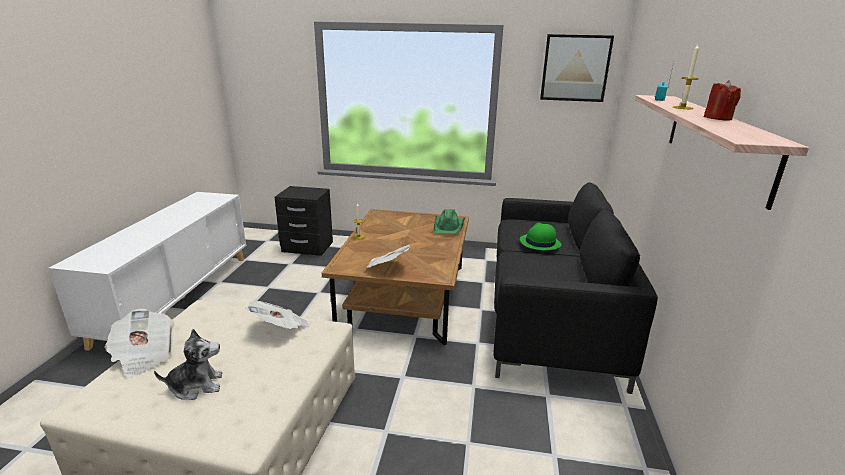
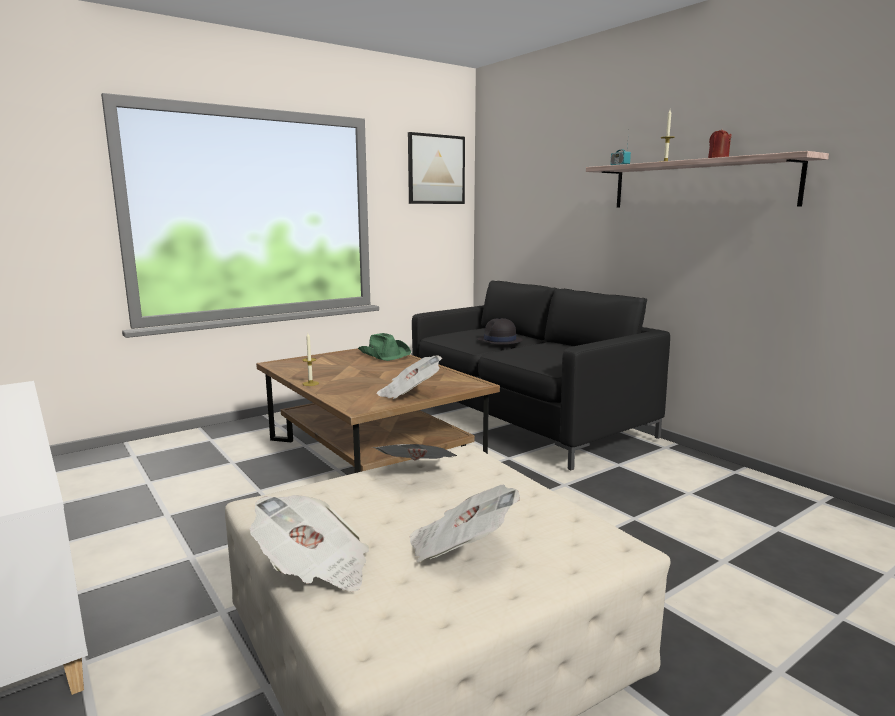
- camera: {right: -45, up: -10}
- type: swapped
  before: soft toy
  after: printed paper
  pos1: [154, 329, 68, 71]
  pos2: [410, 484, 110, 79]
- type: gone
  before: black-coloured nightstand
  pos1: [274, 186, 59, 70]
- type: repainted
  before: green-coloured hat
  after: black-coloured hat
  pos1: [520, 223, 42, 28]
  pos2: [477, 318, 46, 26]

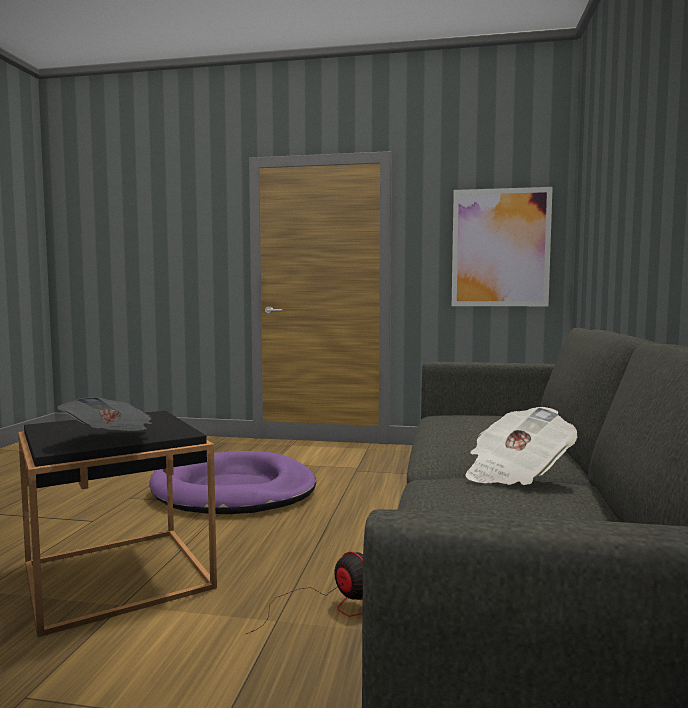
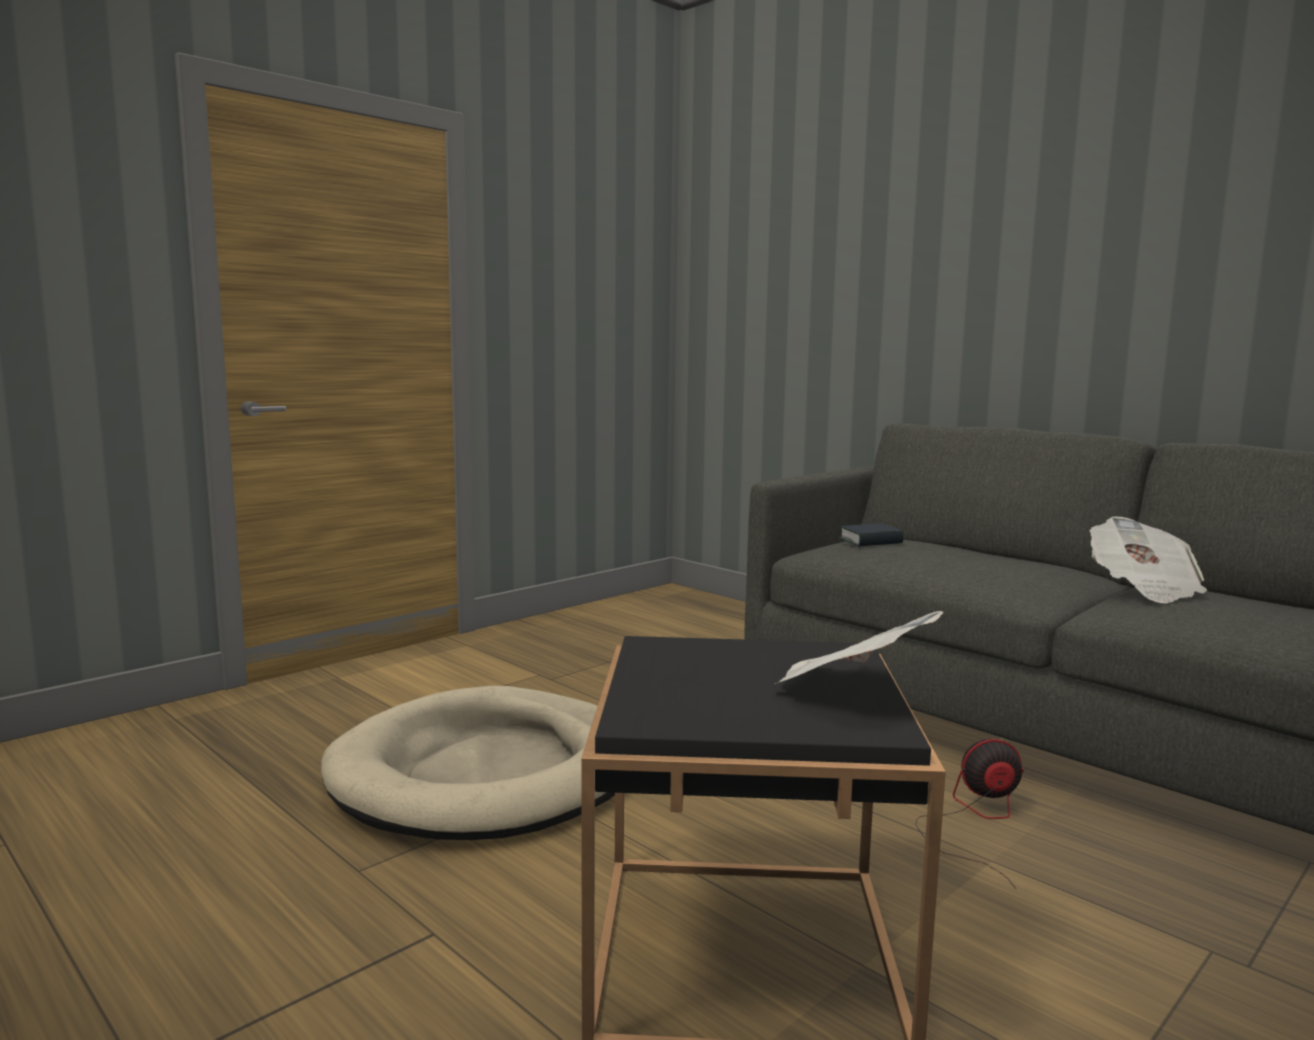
- camera: {right: -55, up: 5}
- type: repainted
  before: purplish pet bed
  after: sand-coloured pet bed
  pos1: [149, 451, 167, 63]
  pos2: [321, 686, 294, 154]
- type: gone
  before: picture
  pos1: [452, 187, 101, 119]
- type: new
  after: volume
  pos2: [839, 523, 65, 23]

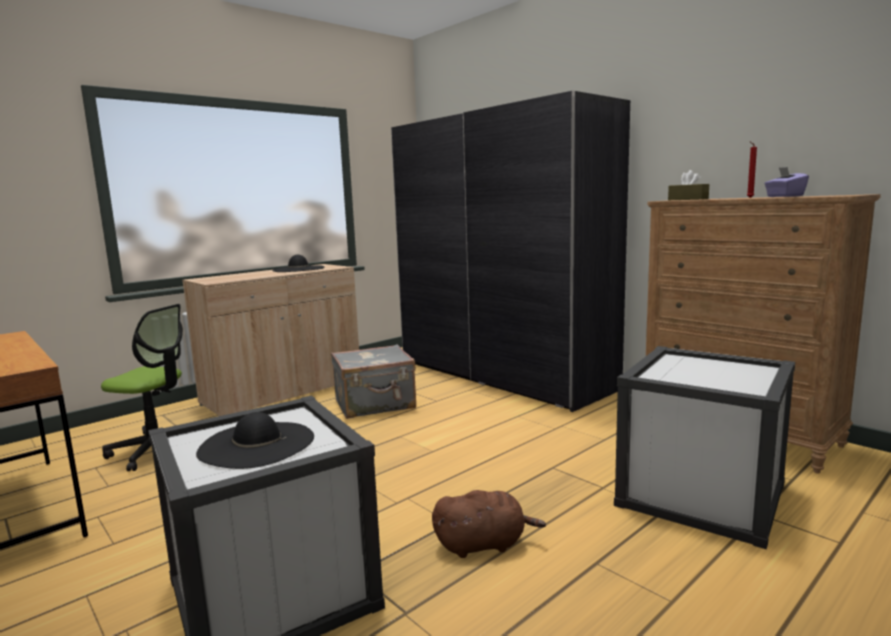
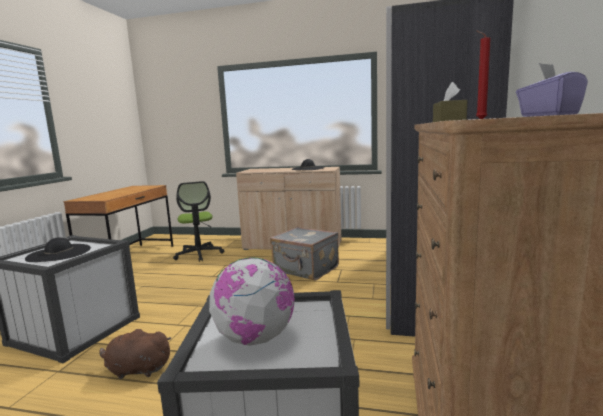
- camera: {right: 55, up: 0}
- type: rotated
  before: brown-coloured soft toy
  pos1: [432, 490, 114, 68]
  pos2: [99, 329, 72, 50]
  turn: 135
- type: new
  after: world globe
  pos2: [209, 257, 85, 89]

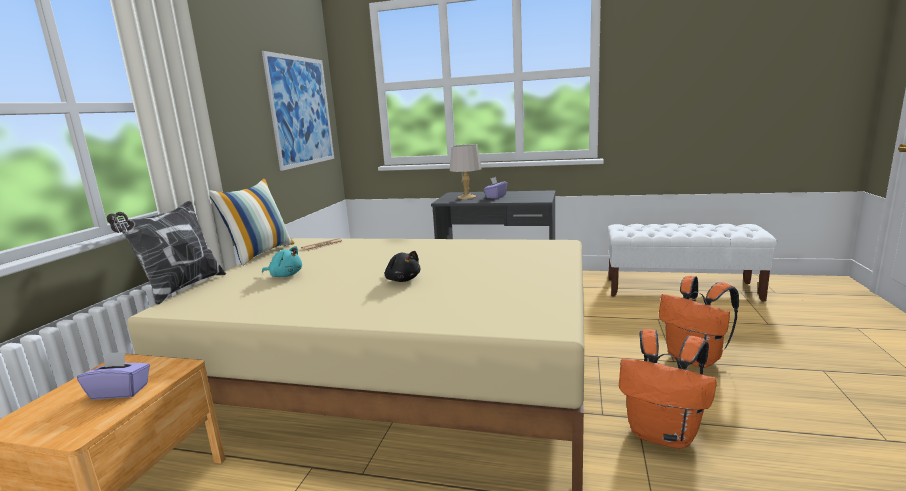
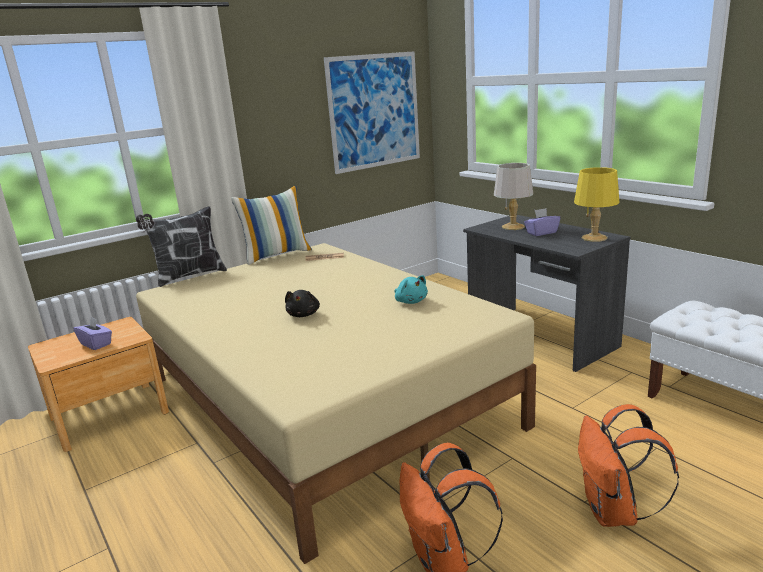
- camera: {right: 40, up: 5}
- type: shifted
  before: turquoise soft toy
  pos1: [262, 246, 40, 31]
  pos2: [395, 275, 33, 29]
- type: new
  after: yellowish lamp for a table
  pos2: [574, 167, 46, 75]

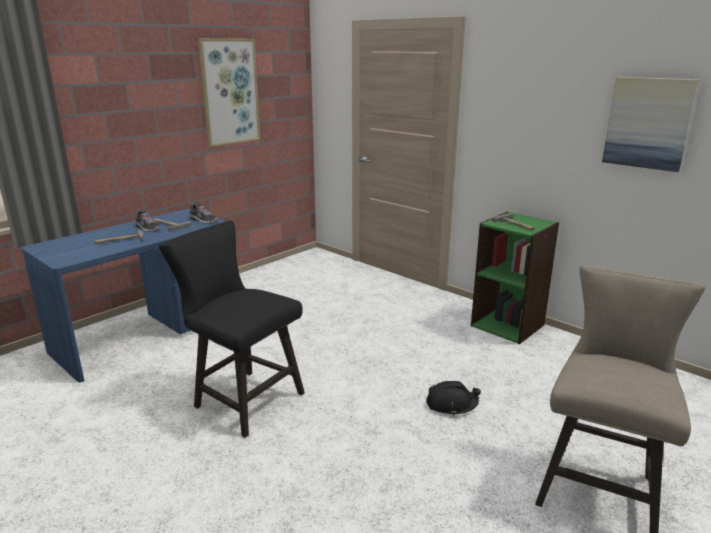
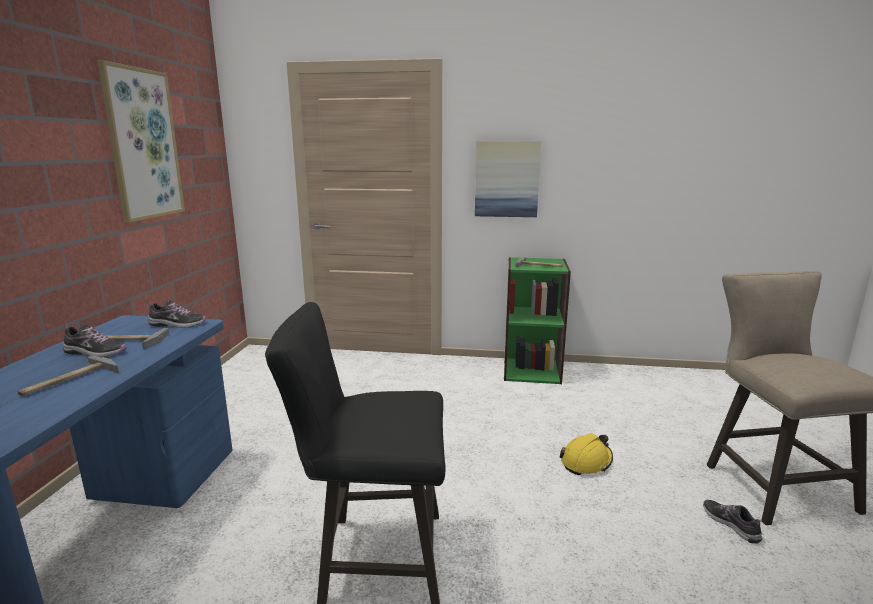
- camera: {right: -35, up: -5}
- type: repainted
  before: black-coloured hard hat
  after: yellowish hard hat
  pos1: [426, 381, 55, 35]
  pos2: [560, 433, 53, 42]
- type: shifted
  before: picture
  pos1: [602, 77, 98, 95]
  pos2: [475, 141, 66, 76]
- type: new
  after: low shoe
  pos2: [703, 500, 60, 43]

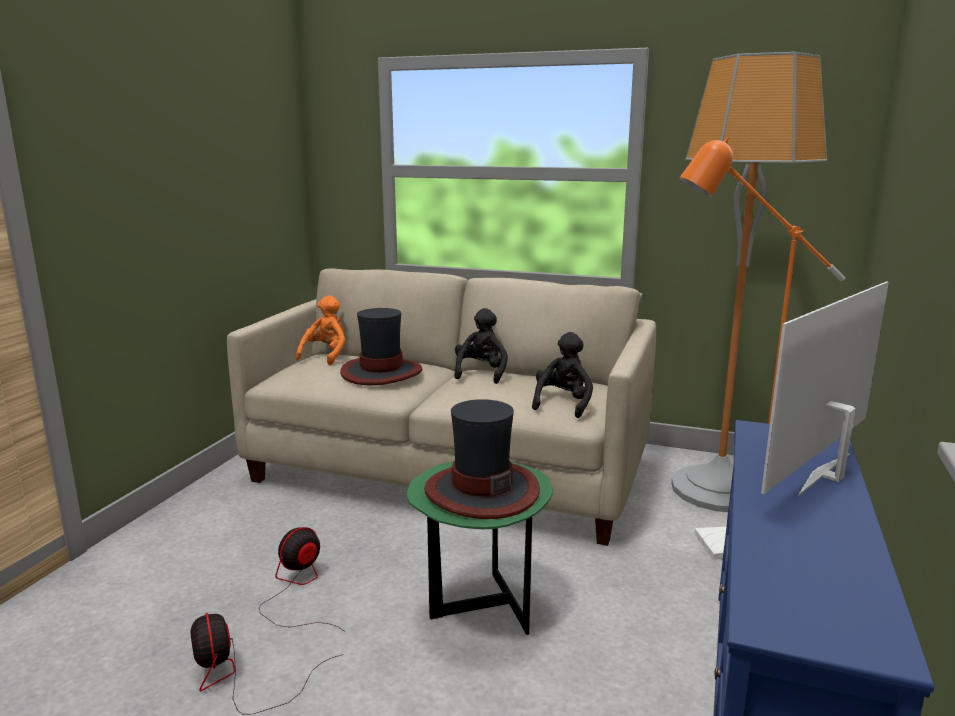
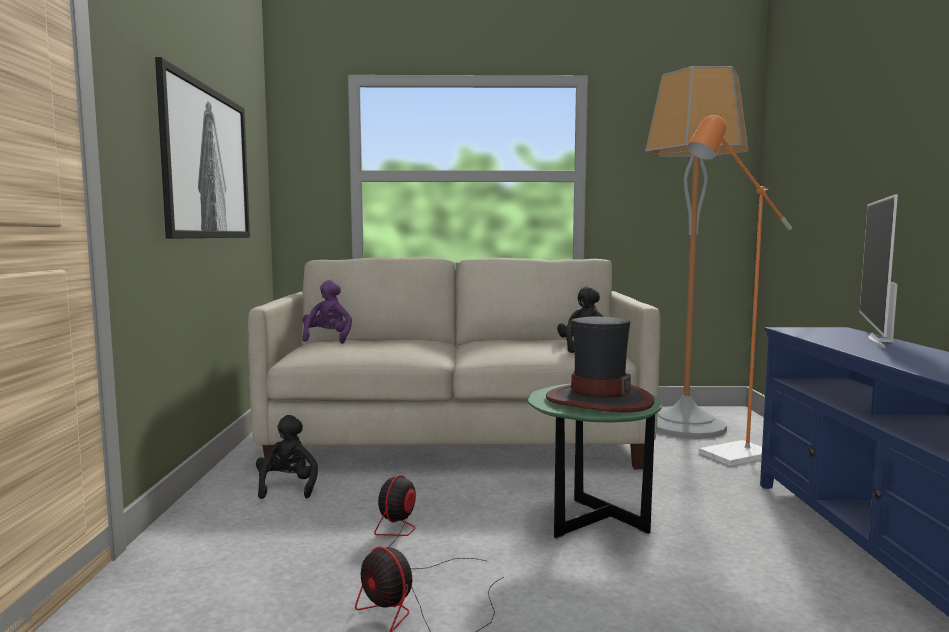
- camera: {right: -20, up: -10}
- type: repainted
  before: orange soft toy
  after: purplish soft toy
  pos1: [296, 295, 49, 70]
  pos2: [302, 280, 50, 64]
- type: gone
  before: hat
  pos1: [340, 308, 82, 77]
- type: shifted
  before: black-coloured soft toy
  pos1: [454, 308, 54, 76]
  pos2: [256, 415, 62, 84]
- type: new
  after: picture
  pos2: [155, 57, 95, 182]

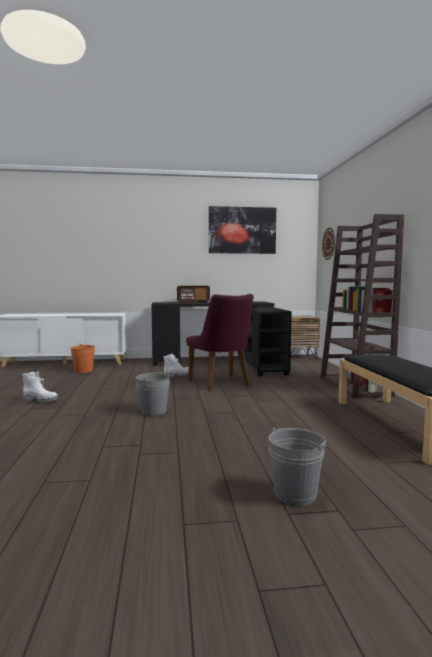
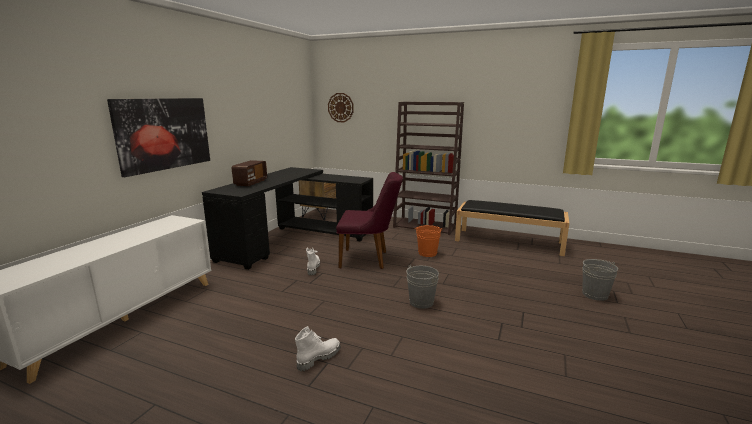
- camera: {right: -60, up: 10}
- type: shifted
  before: orange bucket
  pos1: [71, 344, 24, 29]
  pos2: [415, 225, 28, 32]
- type: shifted
  before: picture
  pos1: [209, 206, 67, 48]
  pos2: [107, 98, 103, 79]

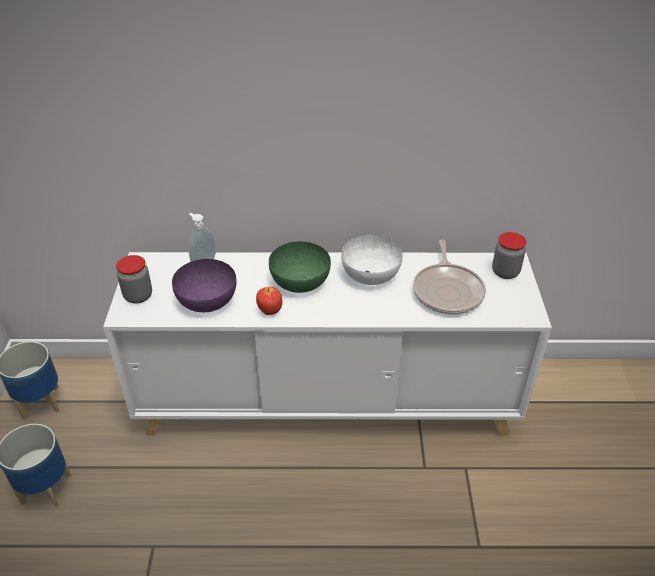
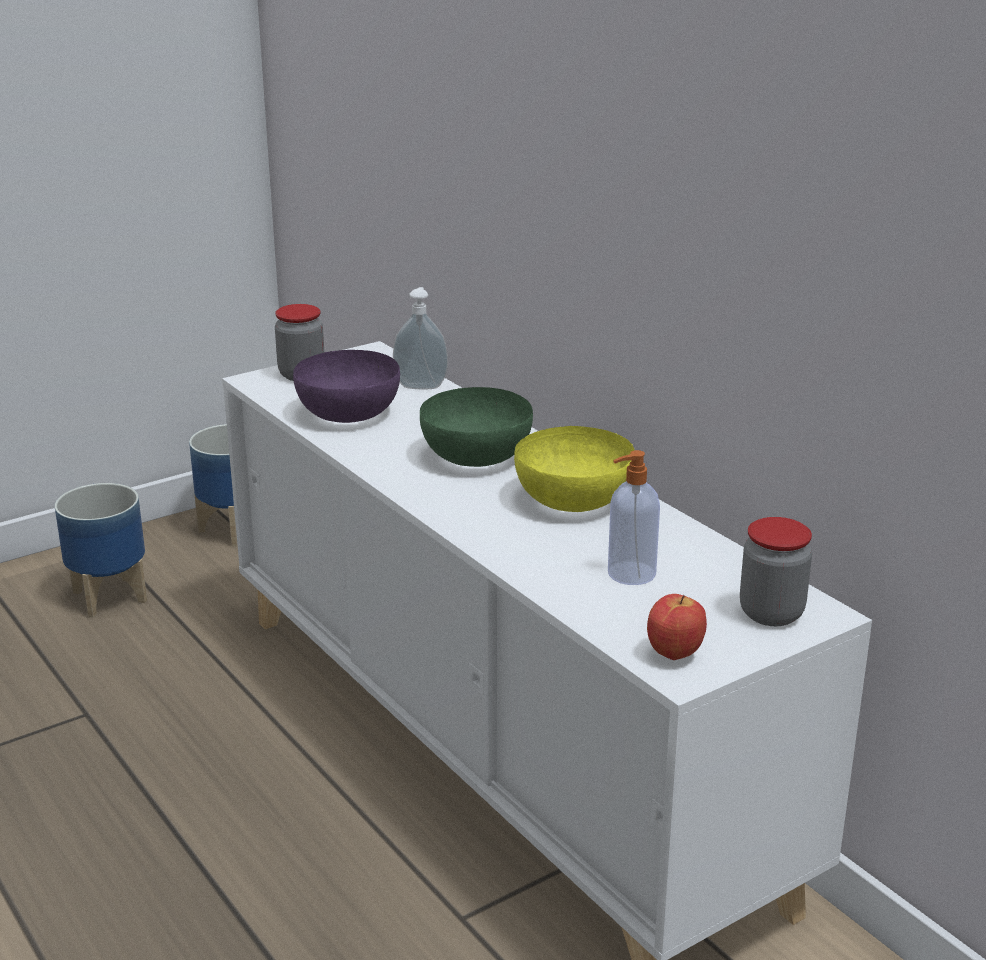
- camera: {right: 55, up: -15}
- type: shifted
  before: apple fruit
  pos1: [256, 287, 26, 28]
  pos2: [647, 594, 60, 66]
- type: repainted
  before: whitish serving bowl
  after: yellowish serving bowl
  pos1: [341, 235, 62, 50]
  pos2: [514, 426, 120, 86]
- type: swapped
  before: skillet
  after: liquid soap bottle
  pos1: [413, 240, 73, 75]
  pos2: [608, 450, 52, 135]

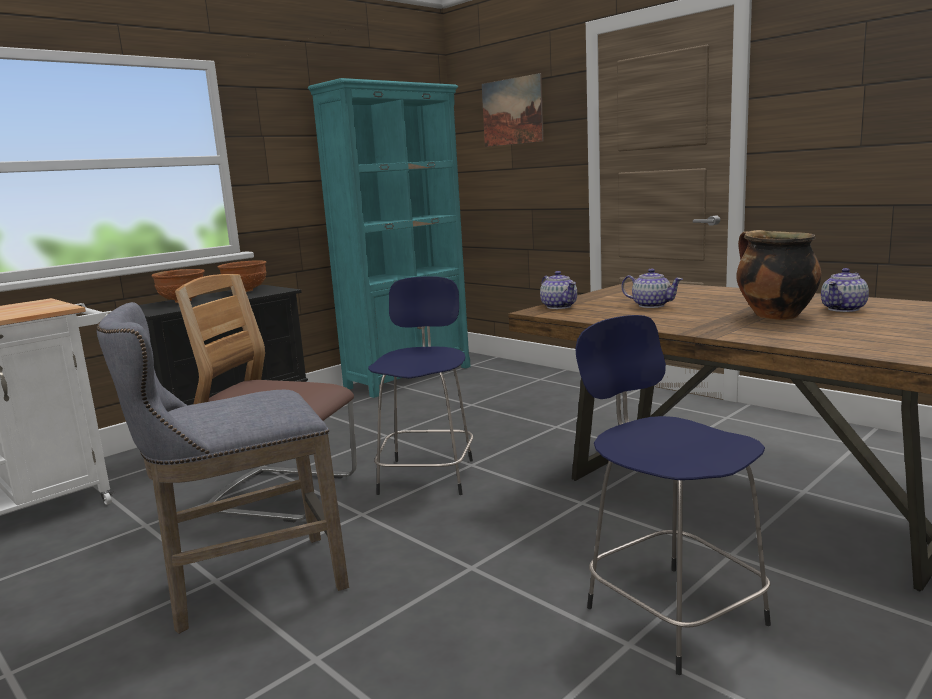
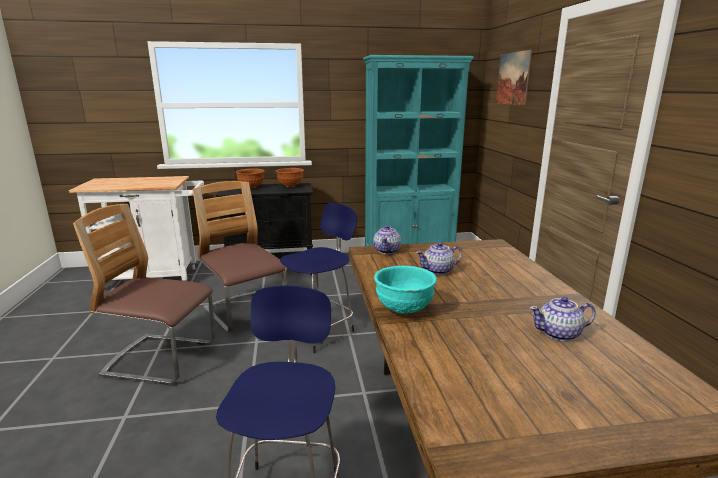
- camera: {right: 35, up: 5}
- type: swapped
  before: greyish stool
  after: upright chair
  pos1: [96, 302, 253, 332]
  pos2: [73, 204, 142, 181]
- type: rotated
  before: teapot
  pos1: [621, 269, 62, 39]
  pos2: [416, 242, 46, 33]
  turn: 90
- type: gone
  before: cooking pot
  pos1: [736, 230, 85, 90]
- type: new
  after: turquoise serving bowl
  pos2: [374, 266, 63, 48]

